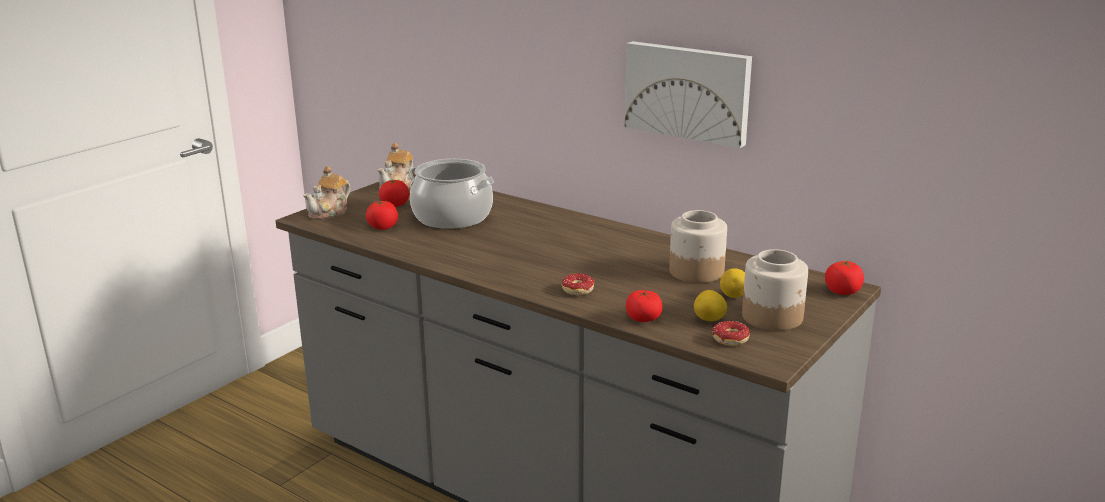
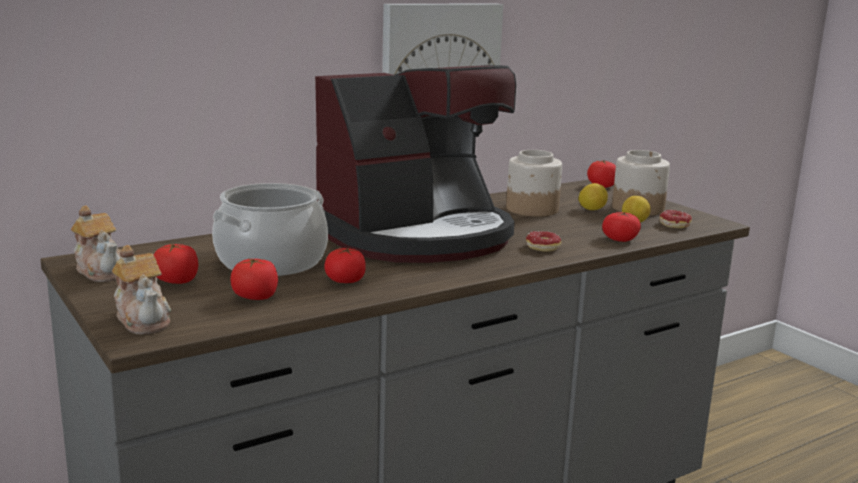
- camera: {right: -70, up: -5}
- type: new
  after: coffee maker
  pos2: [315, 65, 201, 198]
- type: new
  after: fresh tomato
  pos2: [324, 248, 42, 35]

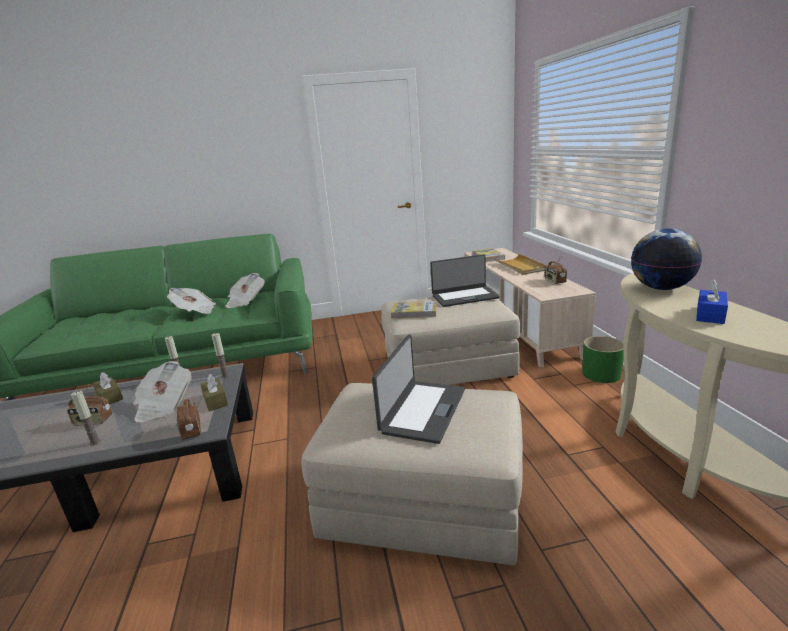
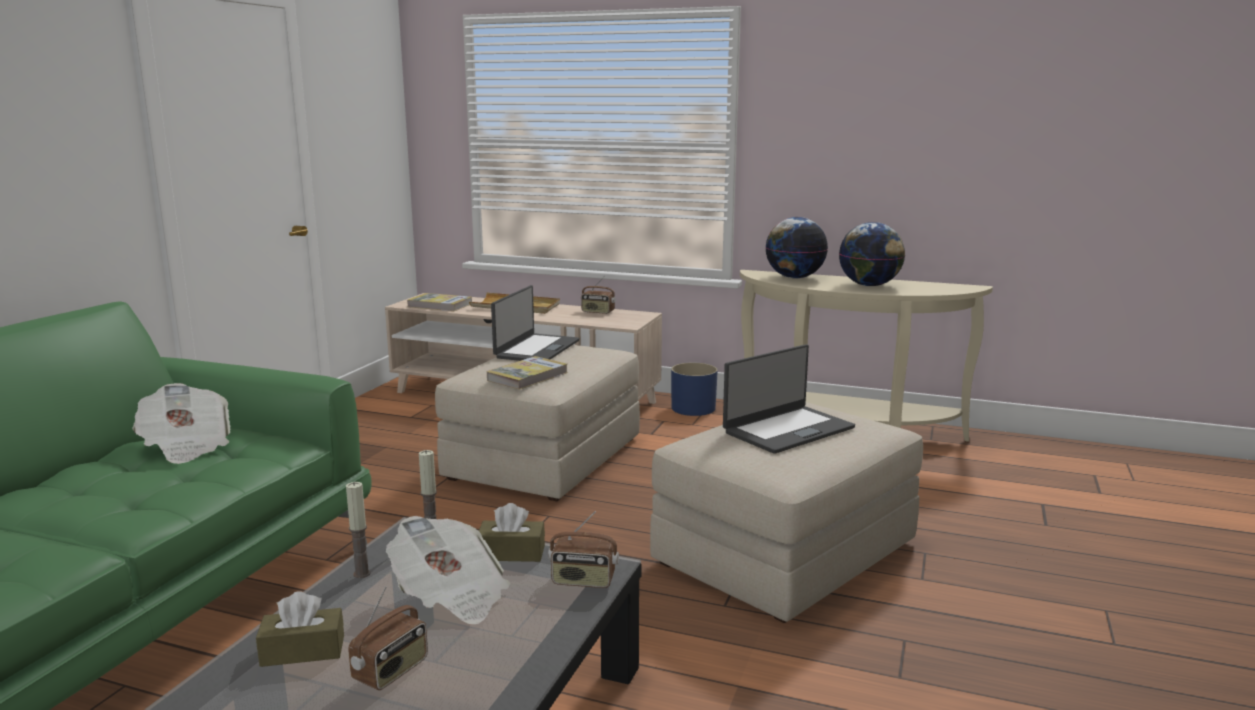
- camera: {right: -60, up: -5}
- type: gone
  before: wax light
  pos1: [71, 390, 30, 56]
- type: gone
  before: printed paper
  pos1: [167, 288, 49, 26]
- type: rotated
  before: portable computer
  pos1: [372, 334, 93, 110]
  pos2: [723, 344, 132, 110]
  turn: 90
- type: repainted
  before: green-coloured flower pot
  after: blue-coloured flower pot
  pos1: [582, 336, 42, 47]
  pos2: [671, 363, 47, 53]
- type: swapped
  before: blue-coloured box of tissues
  after: world globe
  pos1: [696, 279, 32, 45]
  pos2: [839, 222, 66, 64]

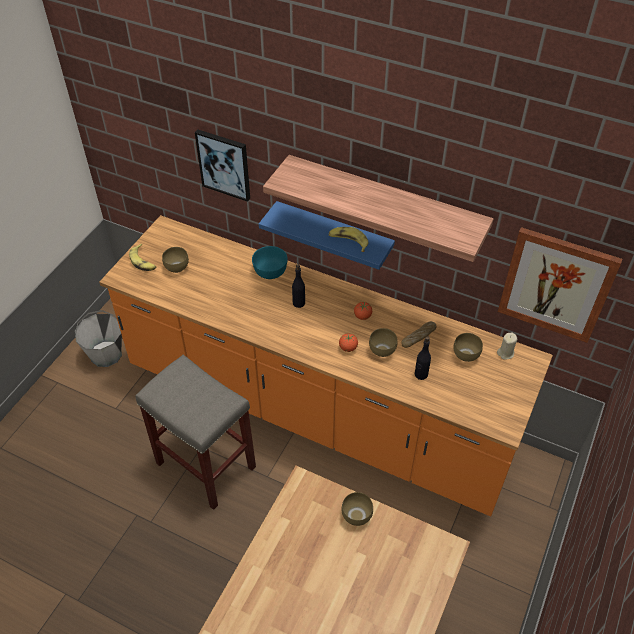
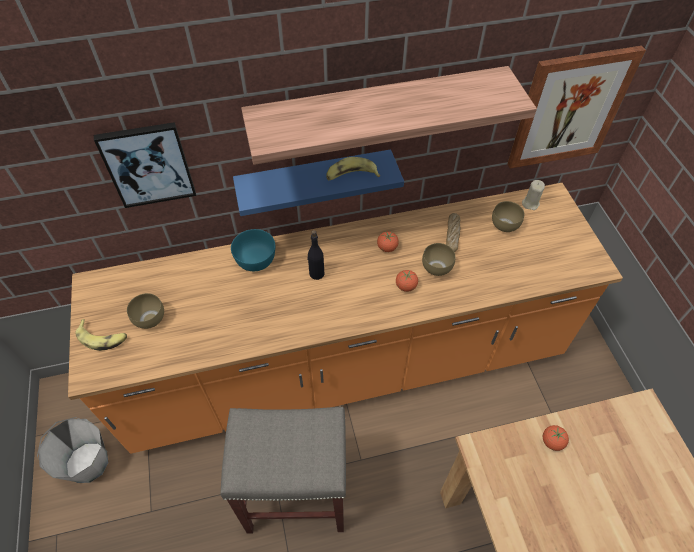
- camera: {right: -40, up: 5}
- type: swapped
  before: brown-coloured serving bowl
  after: fresh tomato
  pos1: [342, 492, 31, 34]
  pos2: [543, 425, 26, 26]
- type: gone
  before: black-coloured bottle
  pos1: [415, 336, 16, 44]

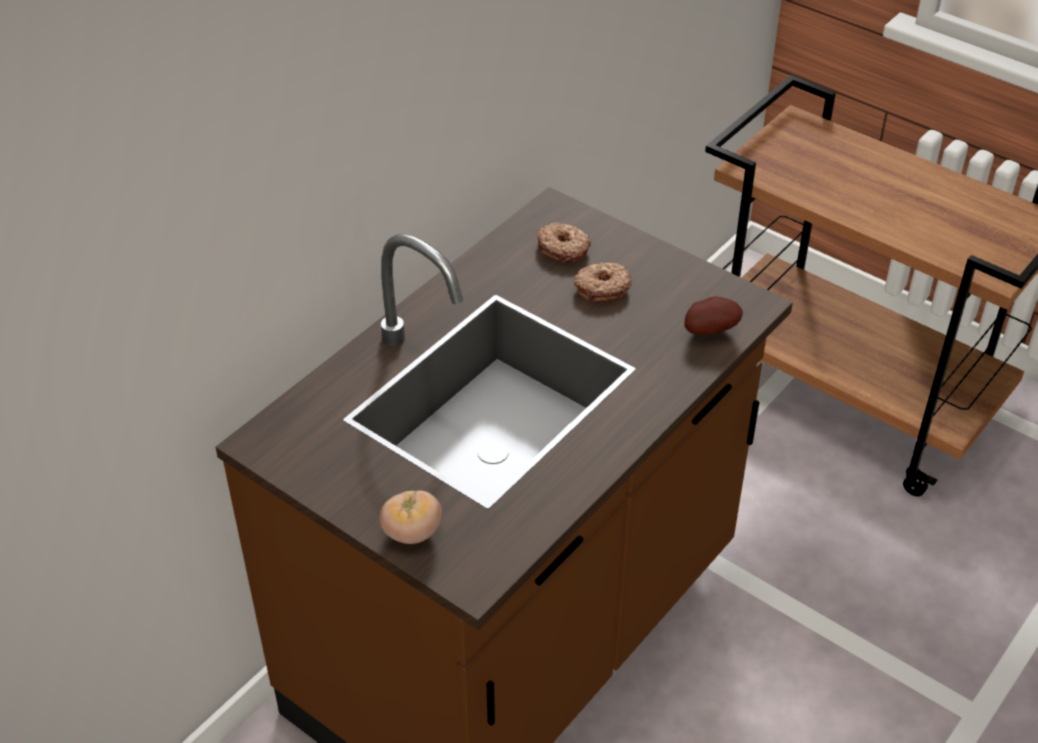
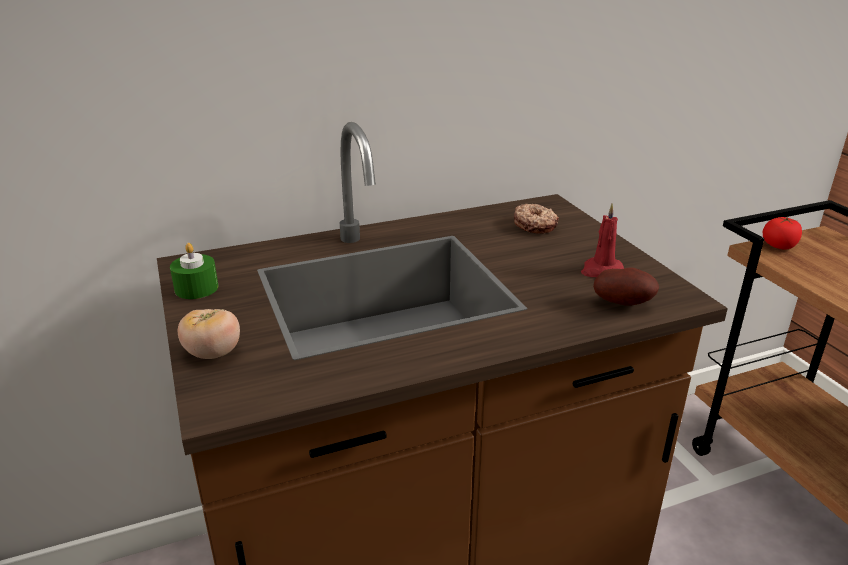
- camera: {right: 30, up: -15}
- type: gone
  before: donut
  pos1: [574, 262, 58, 40]
- type: new
  after: green-coloured wax light
  pos2: [170, 243, 48, 56]
- type: new
  after: red-coloured wax light
  pos2: [581, 203, 43, 74]
- type: new
  after: fresh tomato
  pos2: [763, 217, 39, 33]

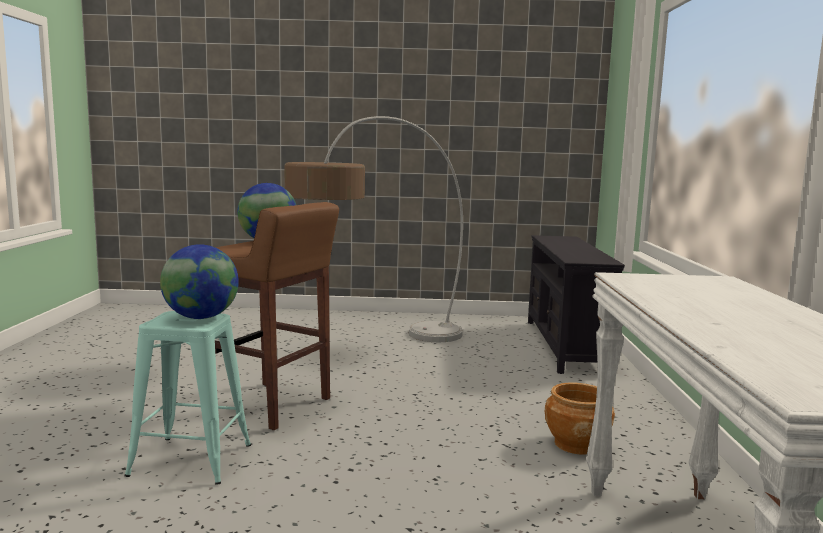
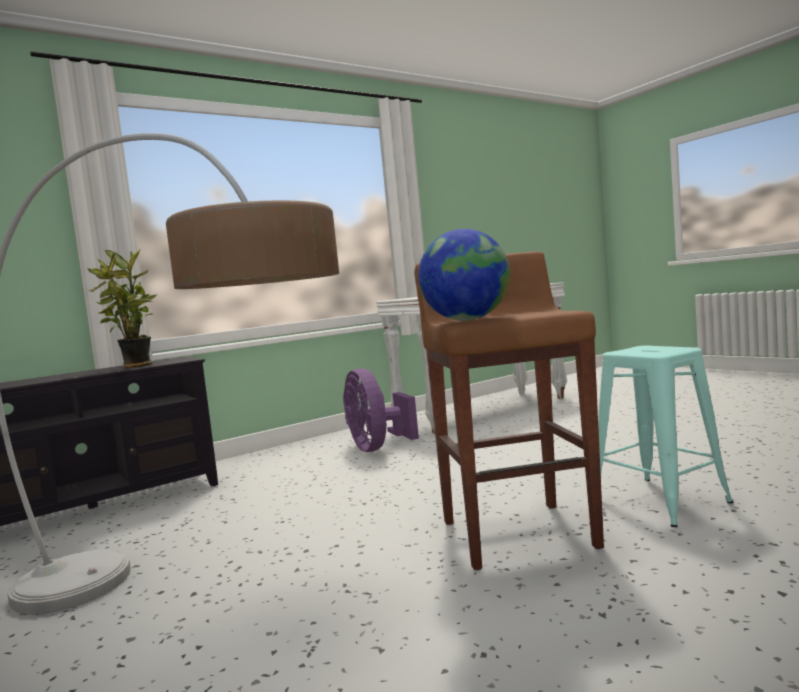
- camera: {right: -125, up: -5}
- type: gone
  before: world globe
  pos1: [160, 244, 79, 75]
- type: swapped
  before: brown-coloured flower pot
  after: purplish electric fan
  pos1: [545, 383, 70, 72]
  pos2: [343, 368, 76, 84]
- type: new
  after: potted plant
  pos2: [87, 248, 70, 120]

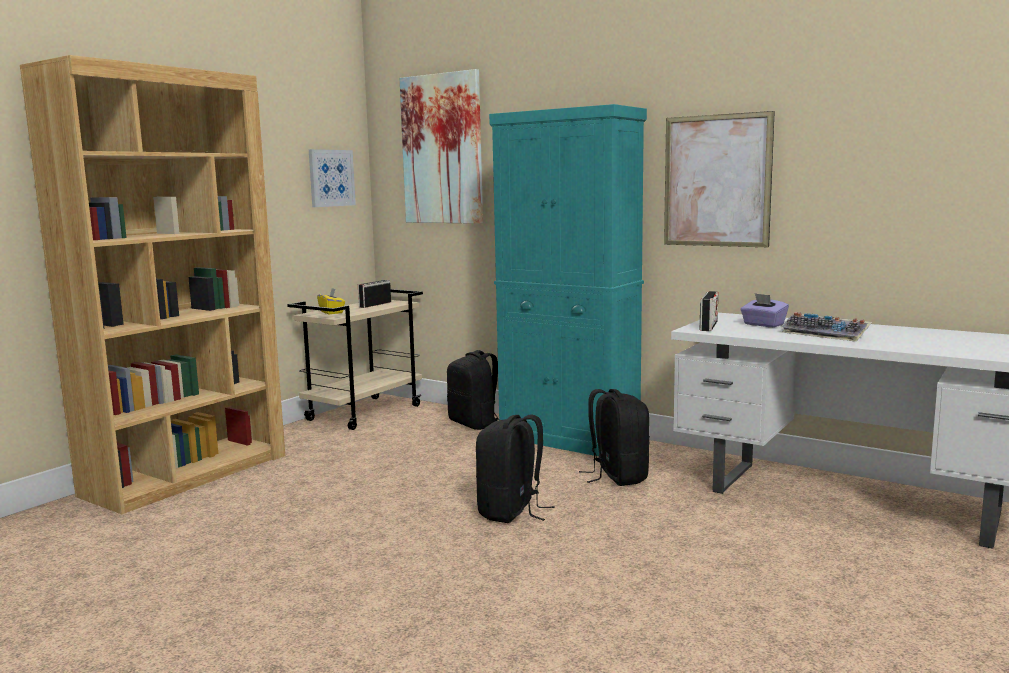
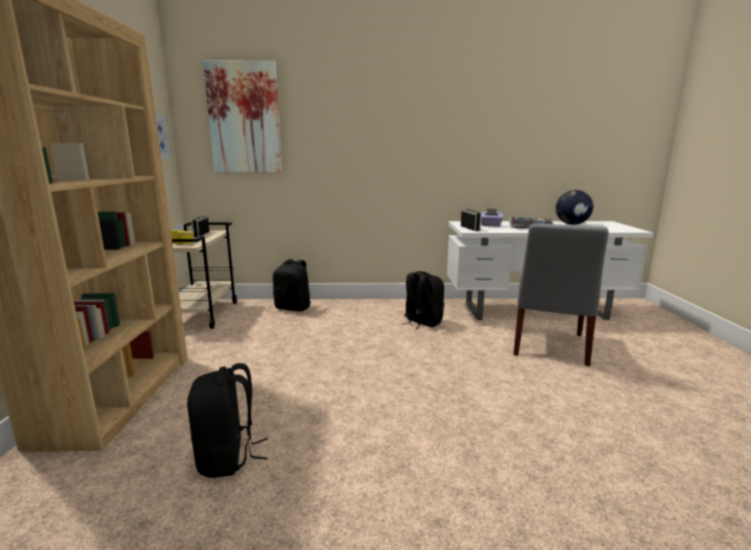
- camera: {right: -35, up: 5}
- type: shifted
  before: black-coloured rucksack
  pos1: [476, 415, 79, 108]
  pos2: [187, 363, 81, 115]
- type: gone
  before: turquoise cabinet
  pos1: [489, 104, 158, 352]
- type: gone
  before: picture
  pos1: [664, 111, 111, 136]
- type: new
  after: greyish upright chair
  pos2: [513, 223, 96, 143]
- type: new
  after: world globe
  pos2: [555, 190, 38, 35]

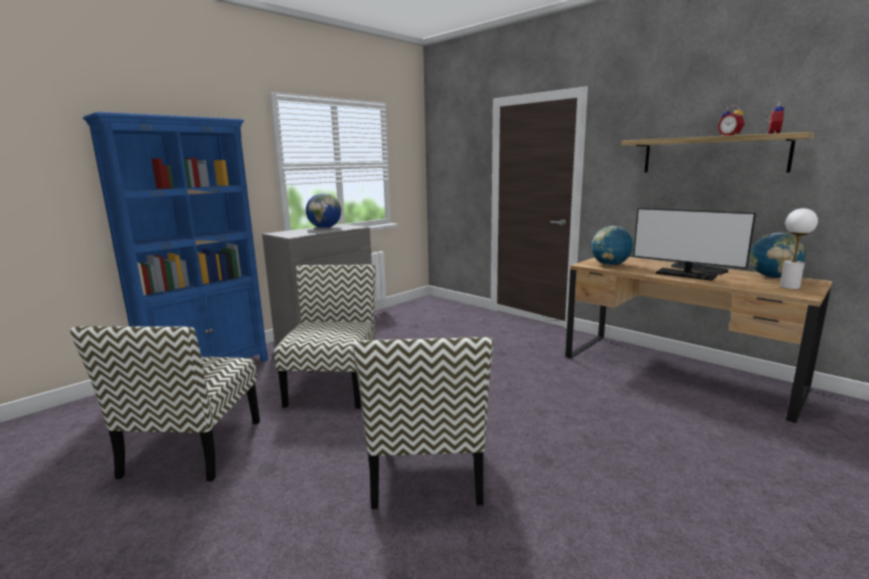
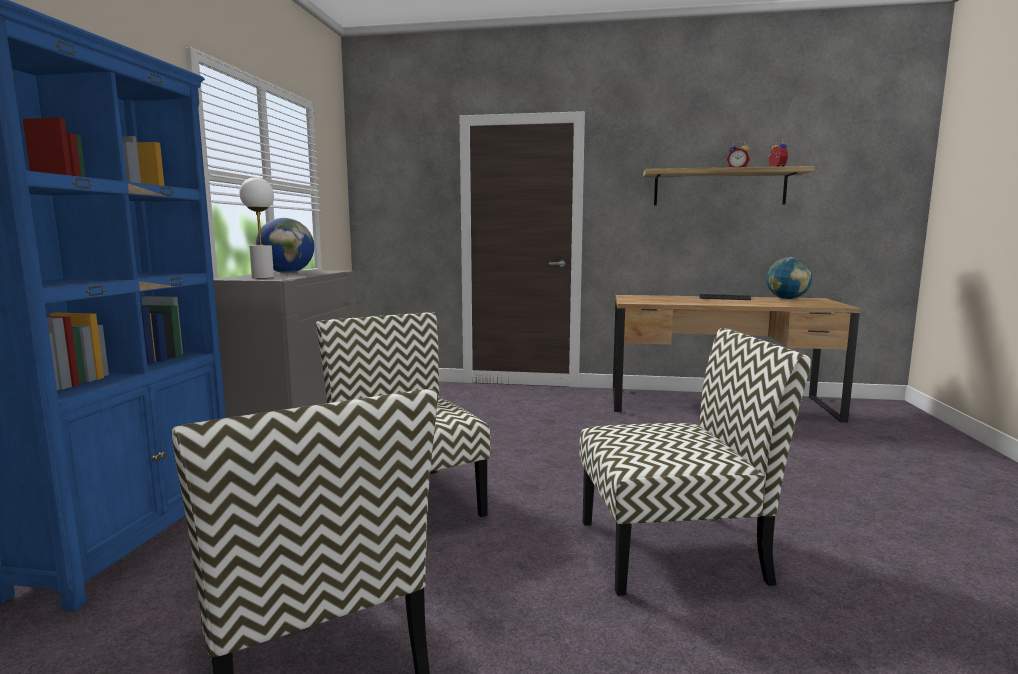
- camera: {right: -35, up: -5}
- type: rotated
  before: upright chair
  pos1: [352, 337, 141, 172]
  pos2: [579, 328, 232, 268]
  turn: -60
- type: gone
  before: world globe
  pos1: [591, 226, 42, 40]
- type: gone
  before: monitor
  pos1: [633, 208, 123, 73]
- type: shifted
  before: whitish lamp for a table
  pos1: [780, 208, 38, 81]
  pos2: [239, 177, 35, 101]

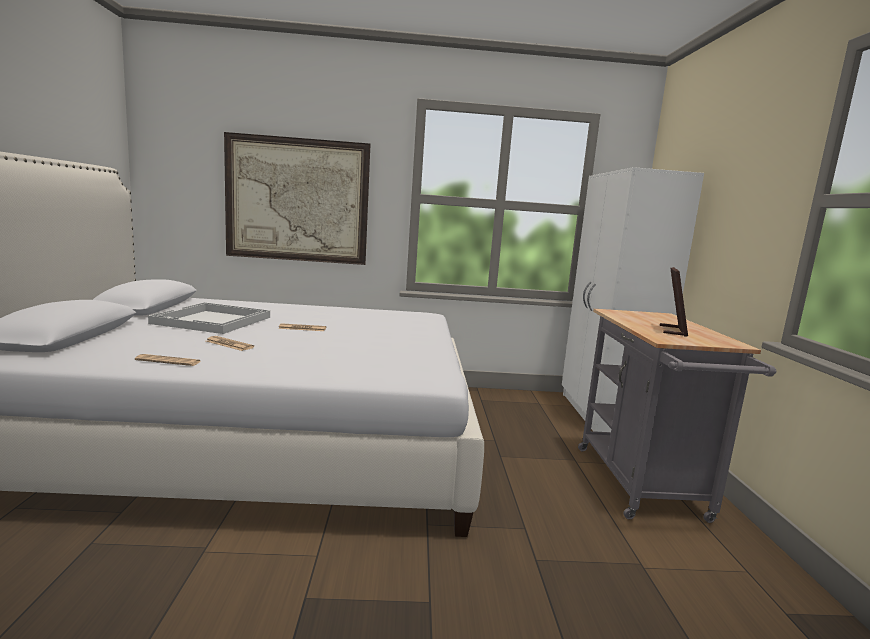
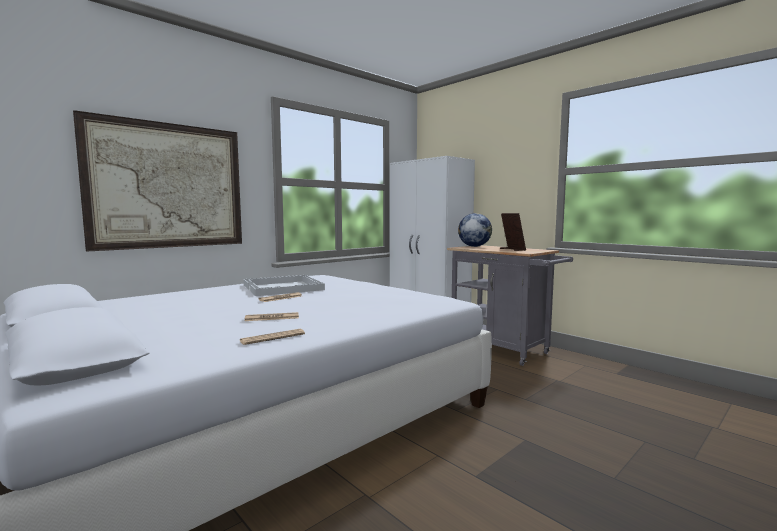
- camera: {right: -40, up: -5}
- type: shifted
  before: whitish tray
  pos1: [148, 302, 122, 32]
  pos2: [243, 275, 82, 21]
- type: new
  after: world globe
  pos2: [458, 213, 34, 34]

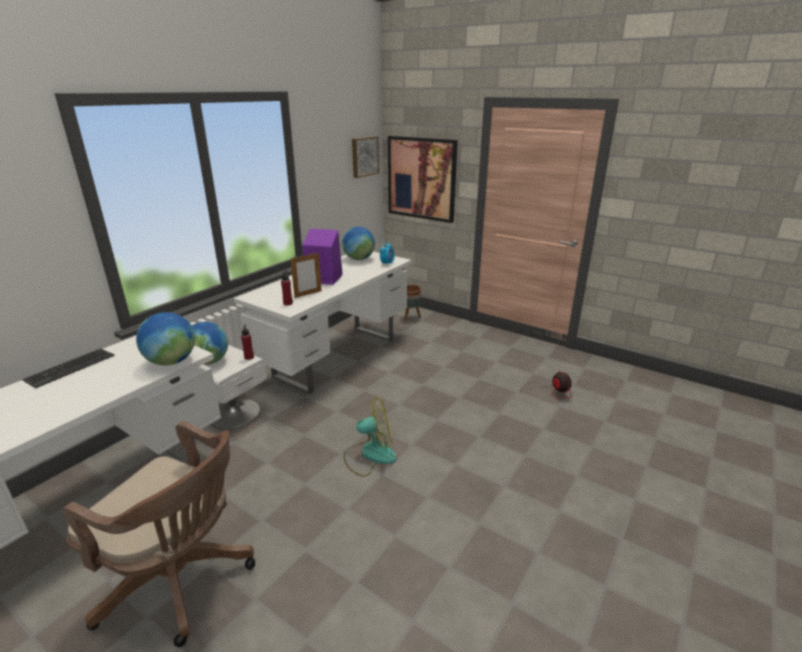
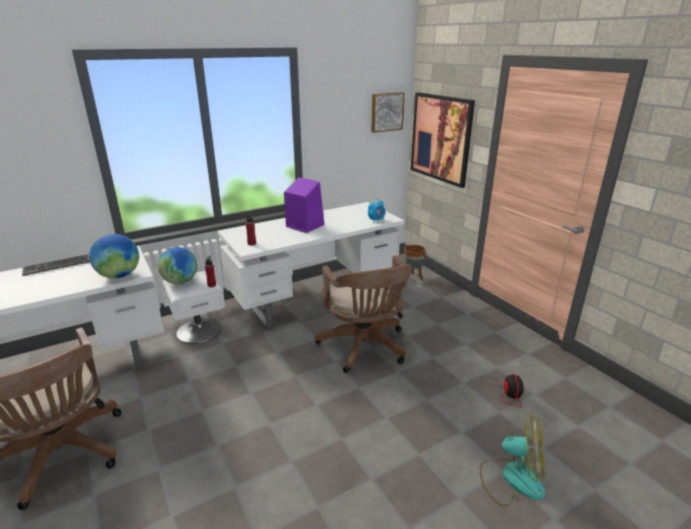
- camera: {right: 25, up: 0}
- type: gone
  before: standing frame
  pos1: [291, 253, 31, 45]
- type: gone
  before: world globe
  pos1: [342, 227, 33, 33]
- type: shifted
  before: electric fan
  pos1: [344, 397, 53, 80]
  pos2: [480, 415, 65, 92]
- type: new
  after: brown-coloured desk chair
  pos2: [315, 255, 97, 118]

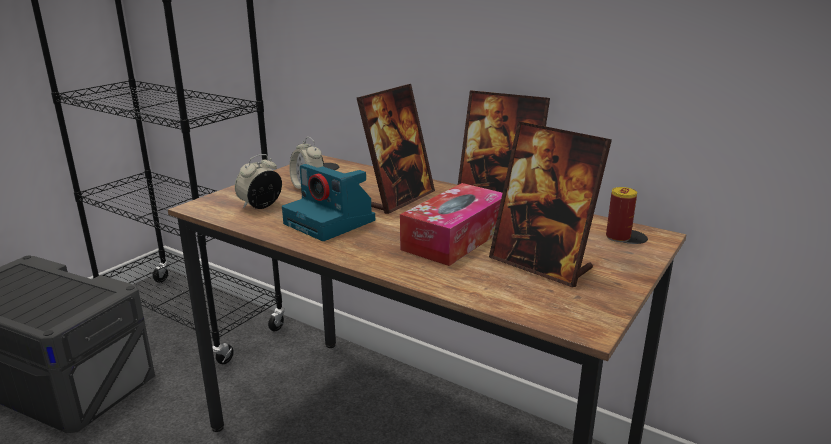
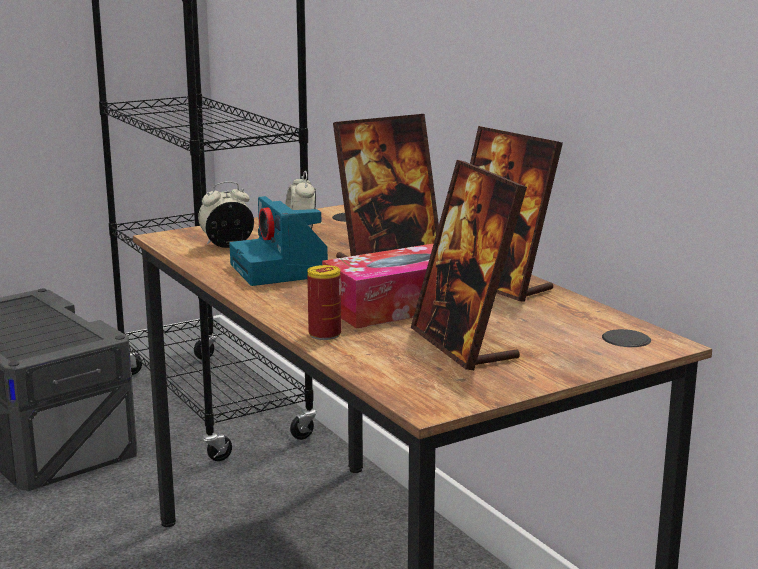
- camera: {right: 25, up: -5}
- type: shifted
  before: sealed can
  pos1: [606, 187, 31, 55]
  pos2: [307, 265, 34, 75]

